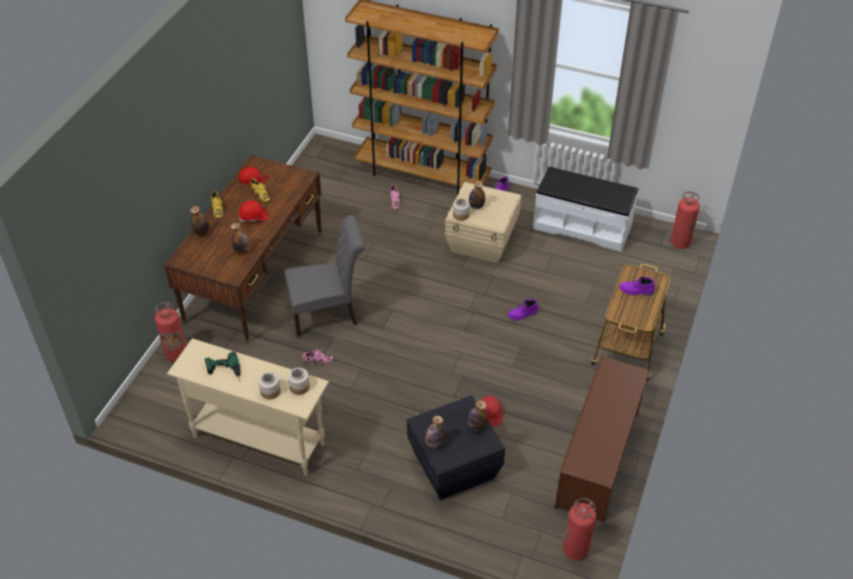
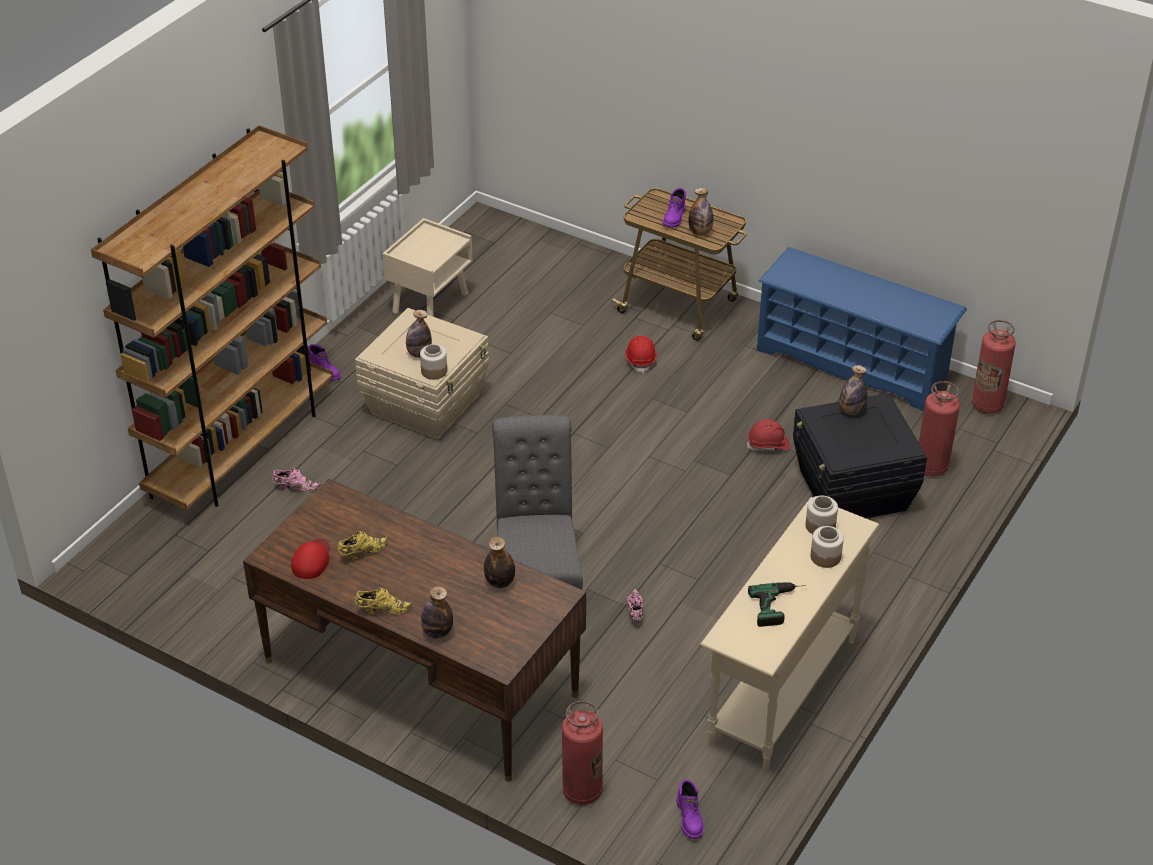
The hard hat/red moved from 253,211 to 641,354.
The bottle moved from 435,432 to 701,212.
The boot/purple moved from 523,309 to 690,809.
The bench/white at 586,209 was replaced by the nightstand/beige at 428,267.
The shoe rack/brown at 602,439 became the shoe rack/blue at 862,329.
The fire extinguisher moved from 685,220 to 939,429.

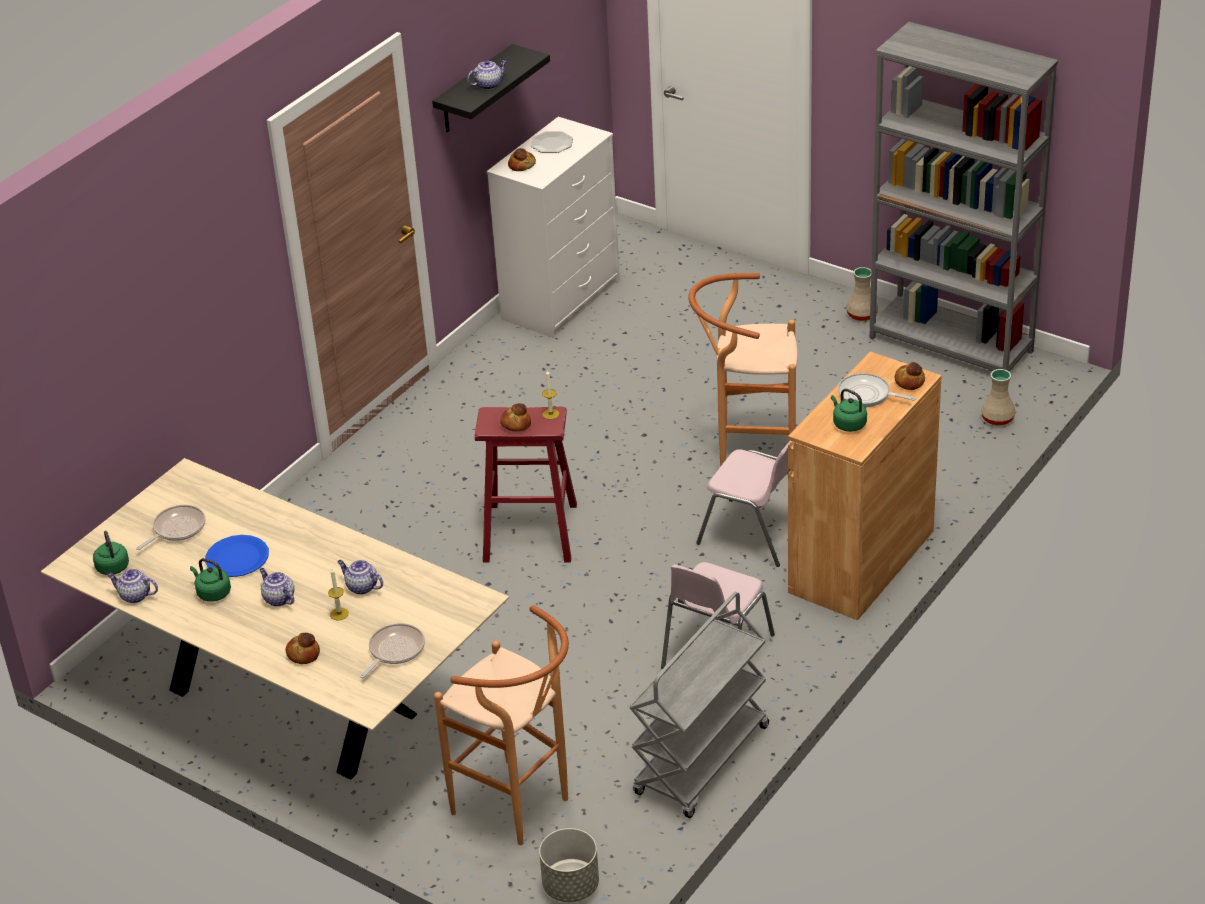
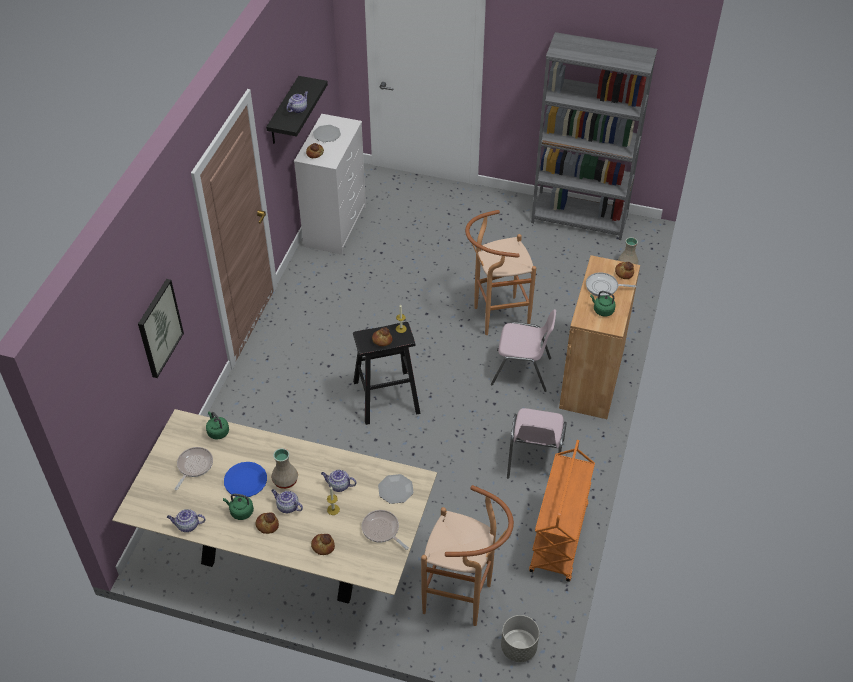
The kettle/green moved from 111,553 to 217,425.
The frying pan at 392,650 turned 60 degrees counterclockwise.
The stool/red at 526,485 became the stool/black at 386,373.
The cart/grey at 699,705 became the cart/orange at 562,511.
The vase/beige moved from 862,294 to 284,468.
The picture at 161,328 appeared.
The bread at 267,523 appeared.
The plate at 395,489 appeared.

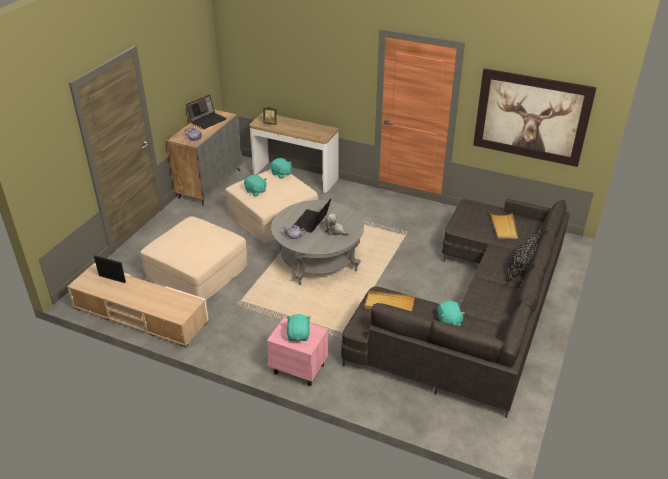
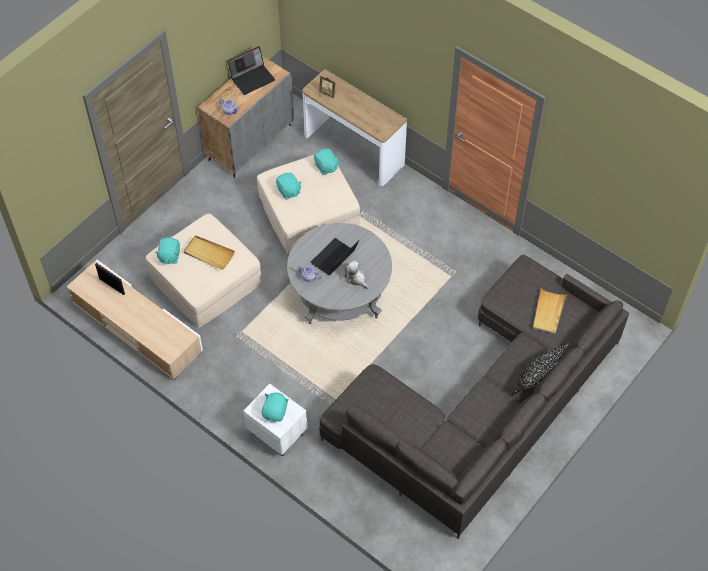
The nightstand/pink at 297,350 became the nightstand/white at 275,420.
The tray/beige moved from 390,301 to 209,252.
The plush toy/turquoise moved from 451,313 to 167,251.
The picture at 535,117 disappeared.

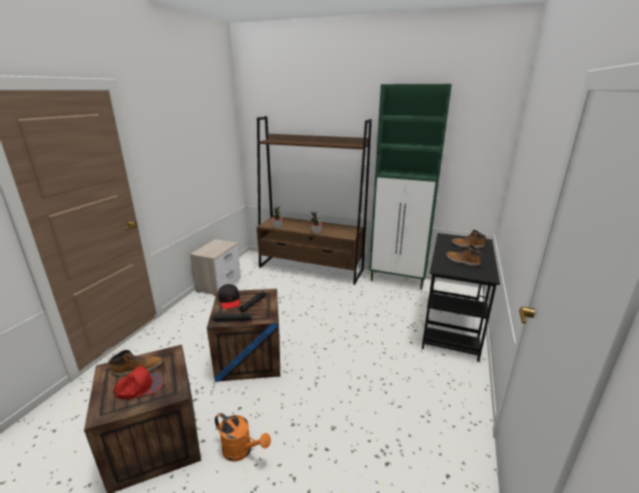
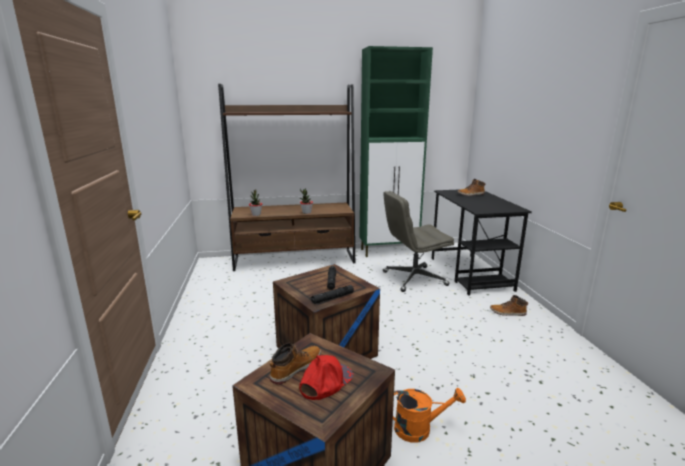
The nightstand at 215,267 disappeared.
The cap/black at 229,296 disappeared.
The boot moved from 464,256 to 509,305.
The office chair/grey at 418,241 appeared.

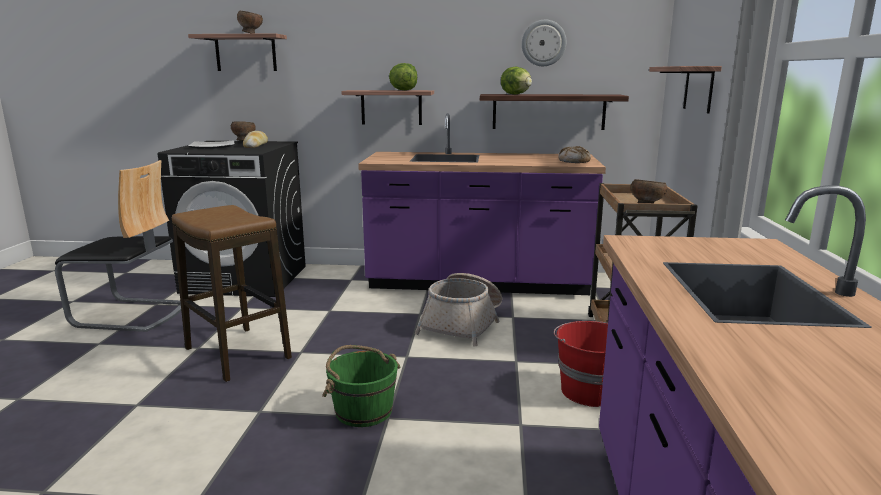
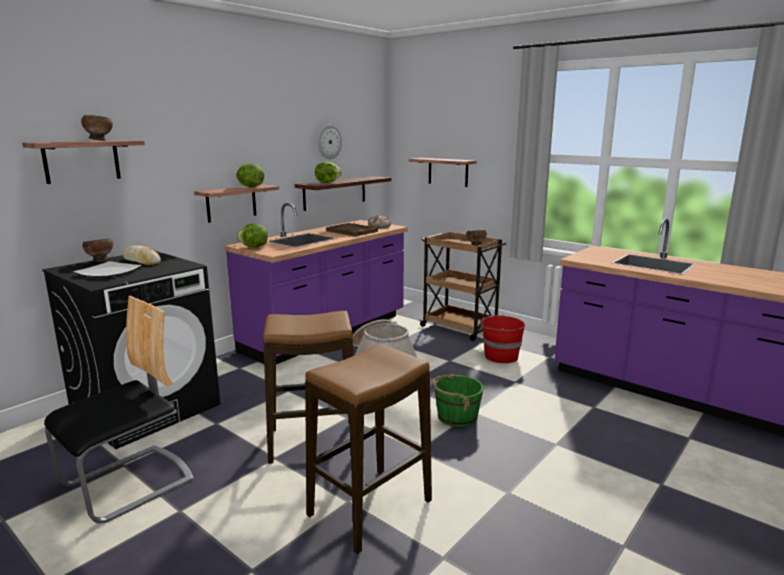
The lettuce at 252,236 appeared.
The stool at 368,449 appeared.
The tray/brown at 352,230 appeared.

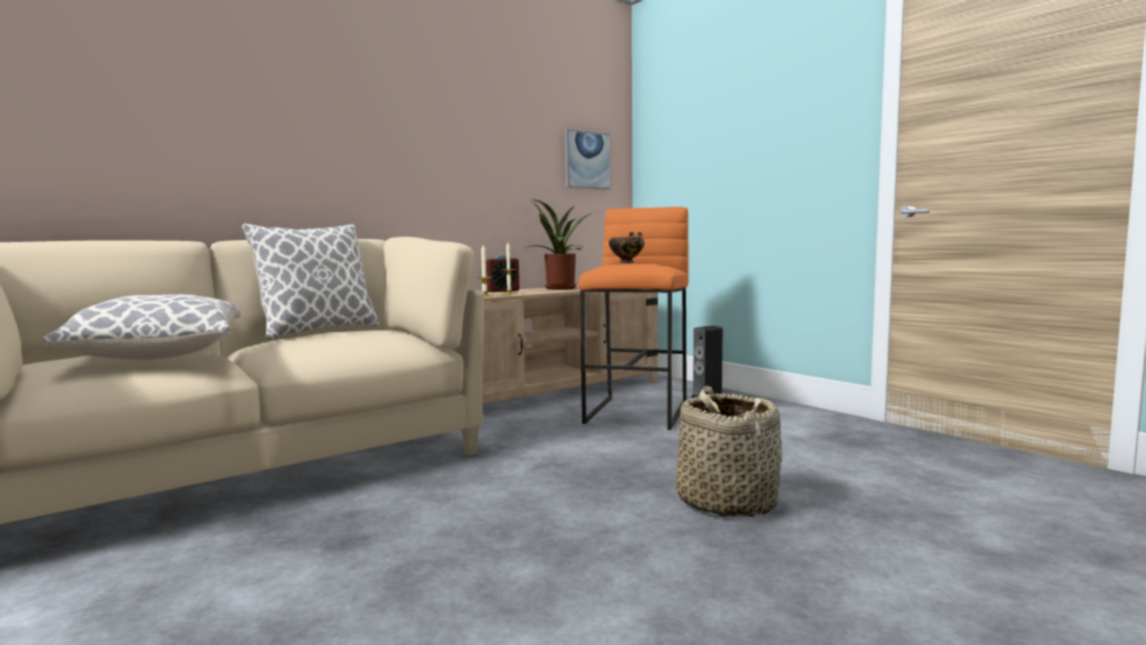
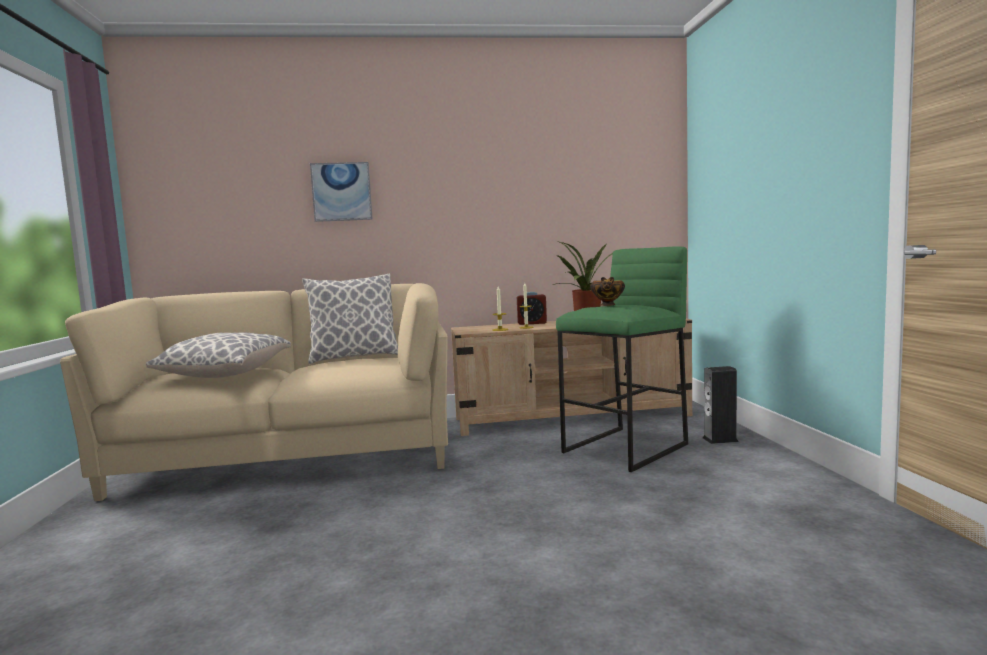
The picture moved from 588,159 to 341,192.
The stool/orange at 634,318 became the stool/green at 622,359.
The basket at 728,451 disappeared.

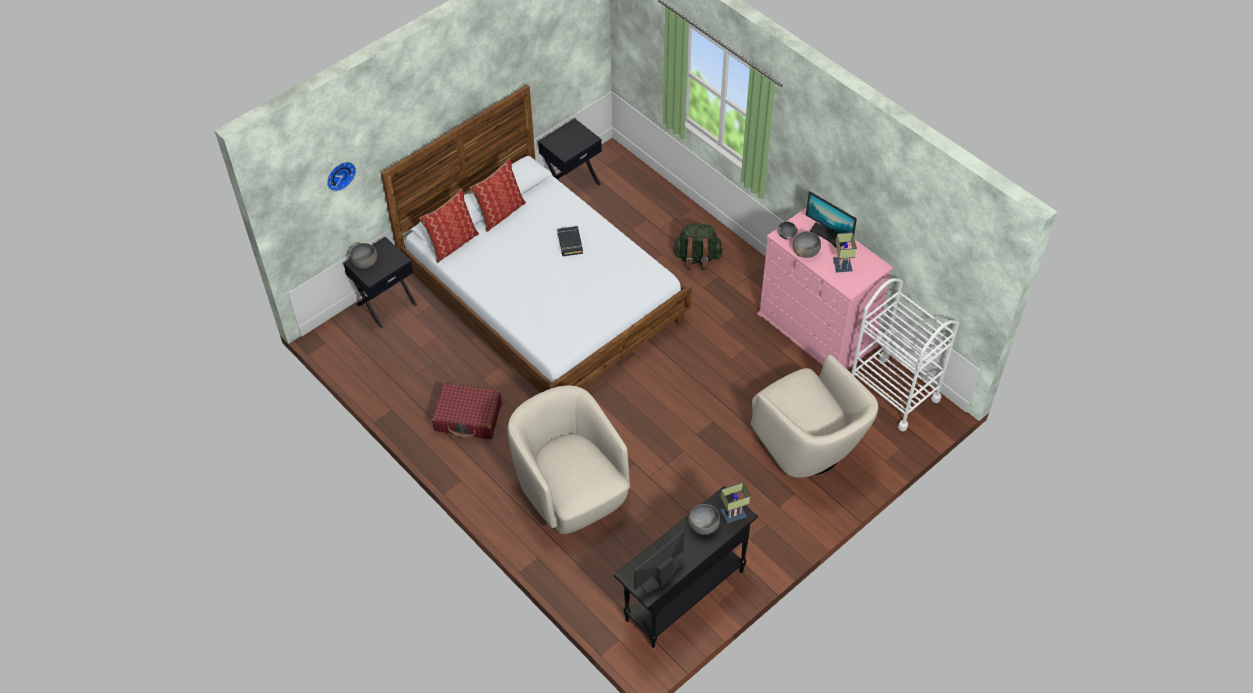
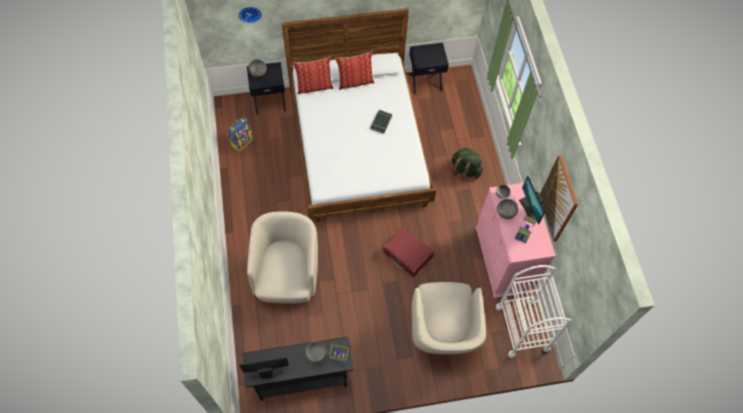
The suitcase/red moved from 467,411 to 408,251.
The backpack at 240,134 appeared.
The picture at 559,198 appeared.

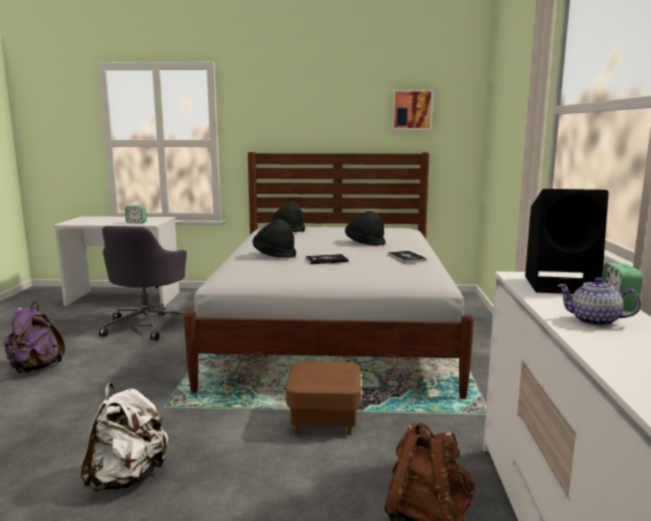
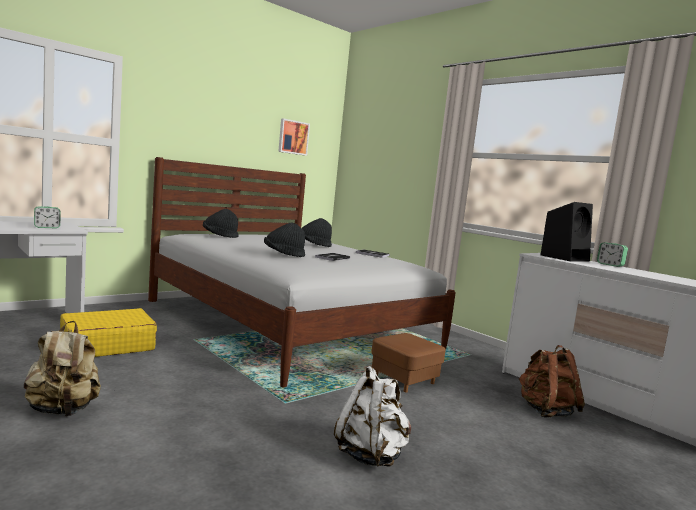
The backpack/purple at 34,337 became the backpack/beige at 62,369.
The office chair/grey at 143,283 was replaced by the suitcase/yellow at 108,332.
The teapot at 599,301 disappeared.

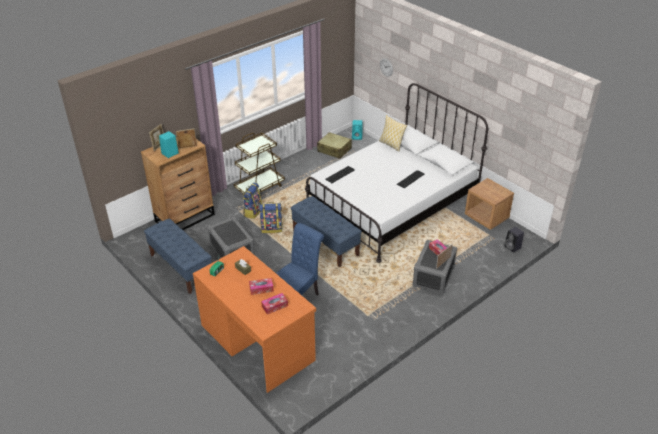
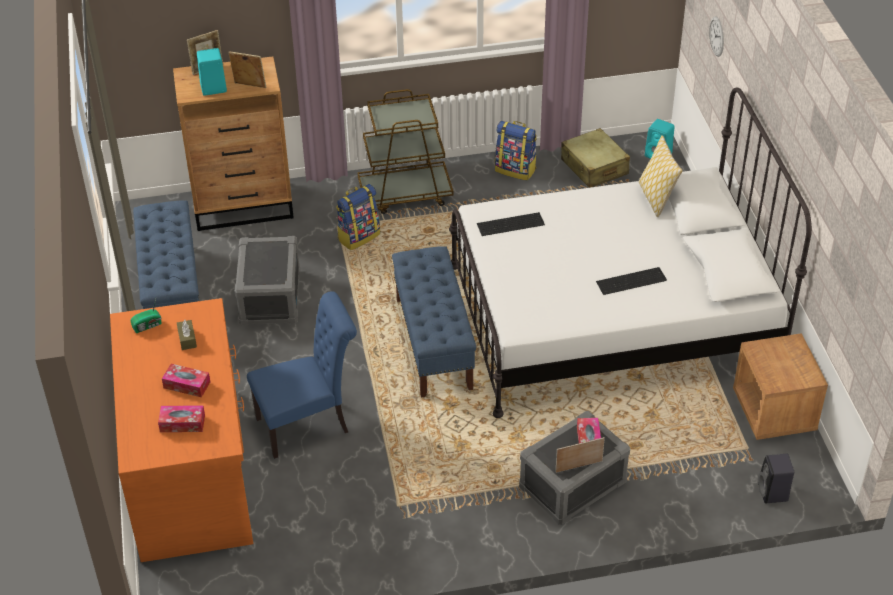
The backpack moved from 270,217 to 516,151.

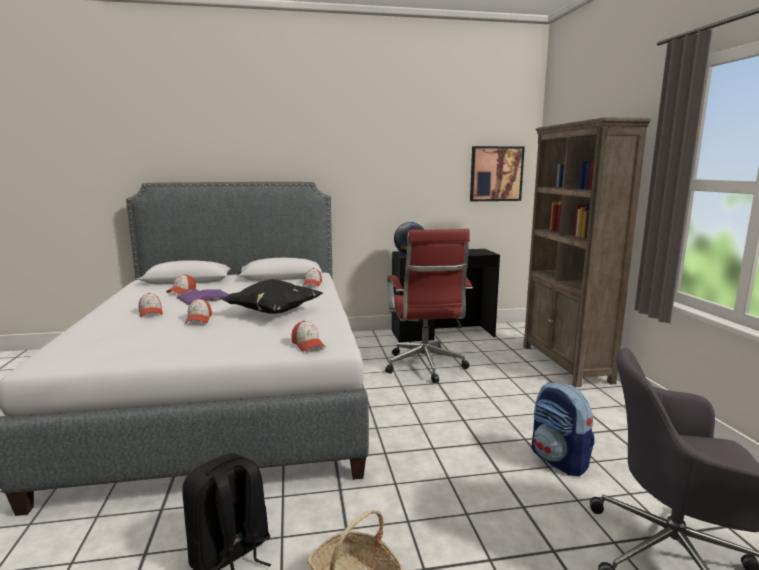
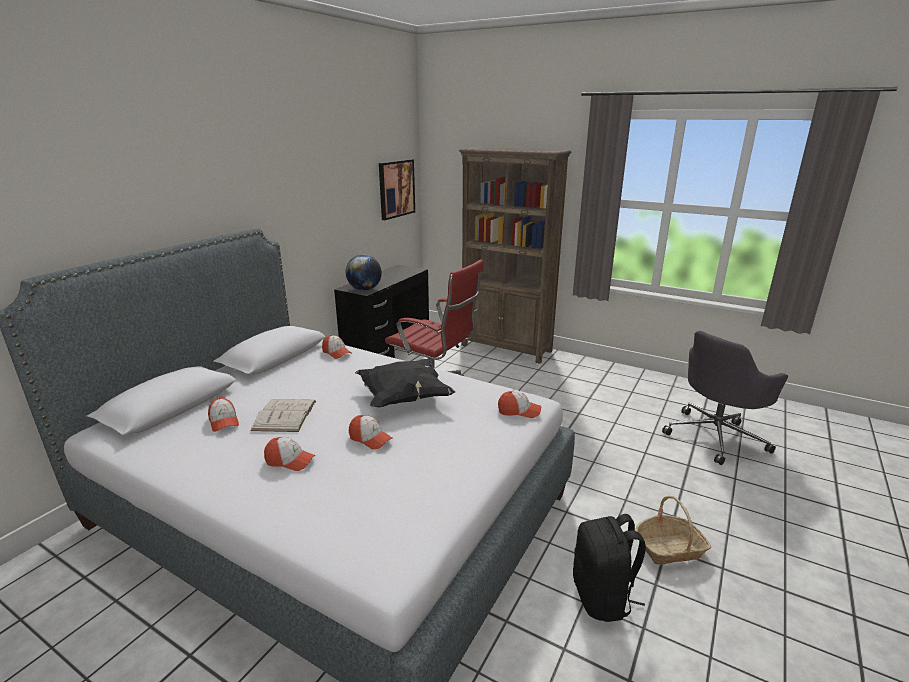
The book/purple at 202,297 became the book/white at 283,415.
The backpack at 562,429 disappeared.

